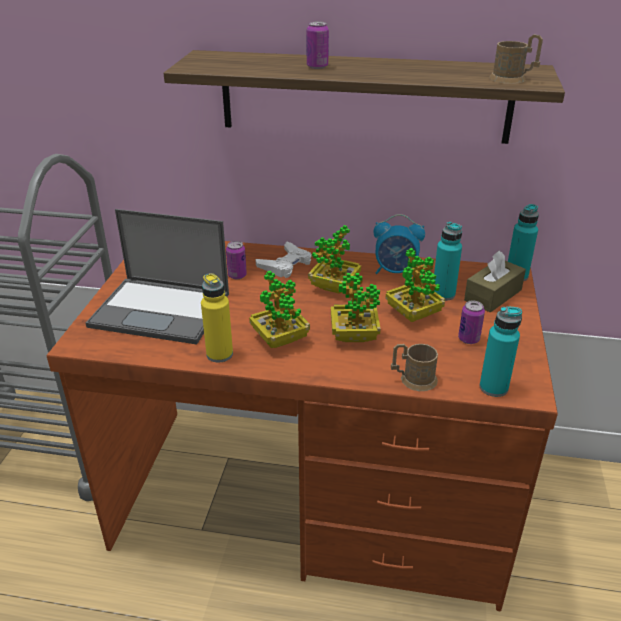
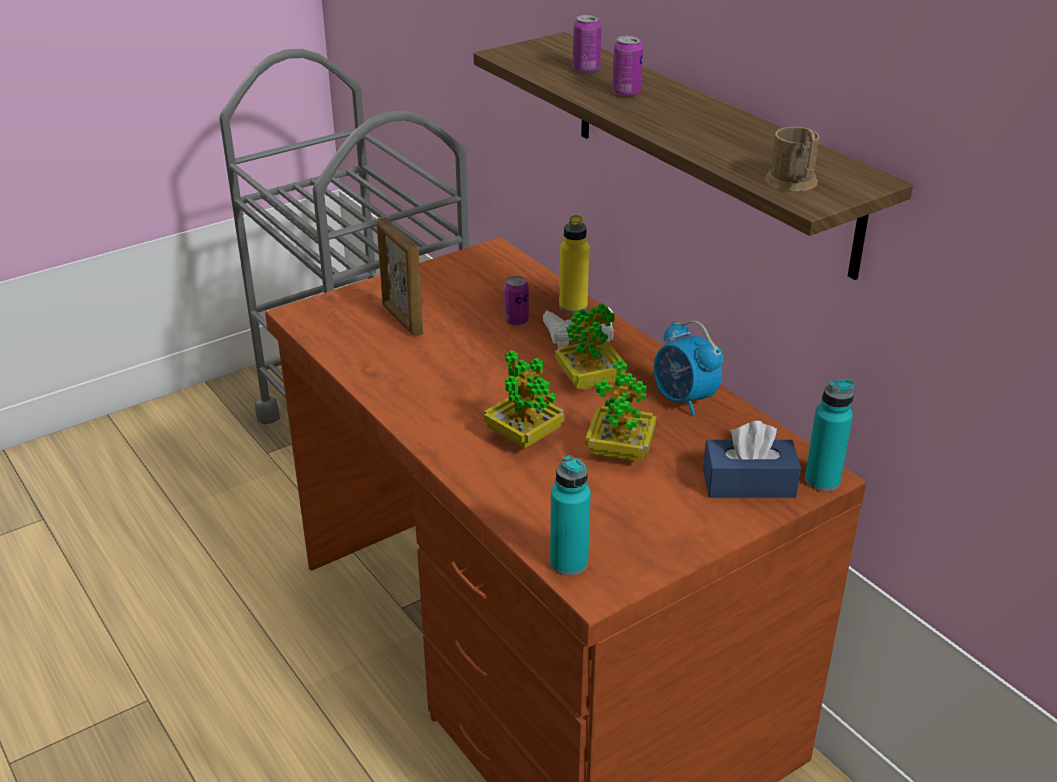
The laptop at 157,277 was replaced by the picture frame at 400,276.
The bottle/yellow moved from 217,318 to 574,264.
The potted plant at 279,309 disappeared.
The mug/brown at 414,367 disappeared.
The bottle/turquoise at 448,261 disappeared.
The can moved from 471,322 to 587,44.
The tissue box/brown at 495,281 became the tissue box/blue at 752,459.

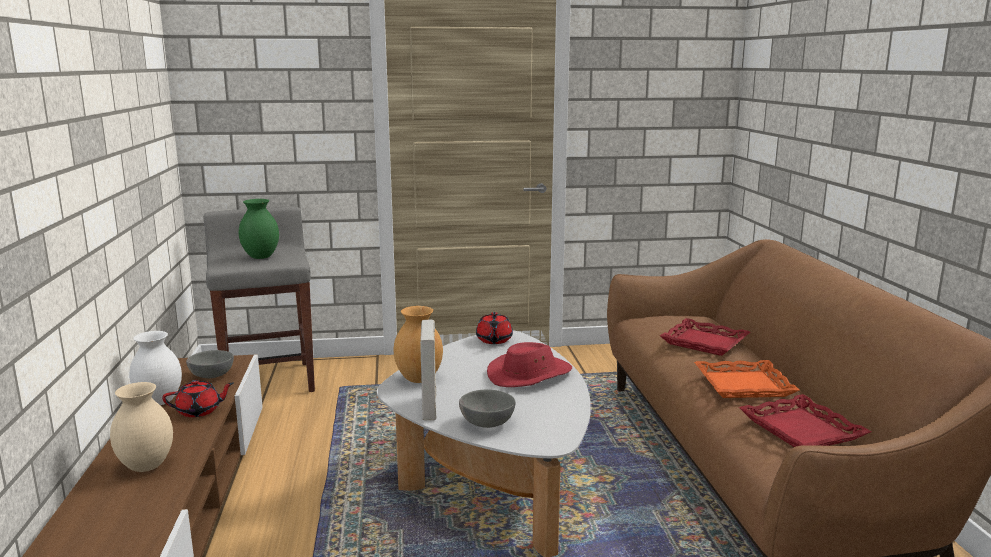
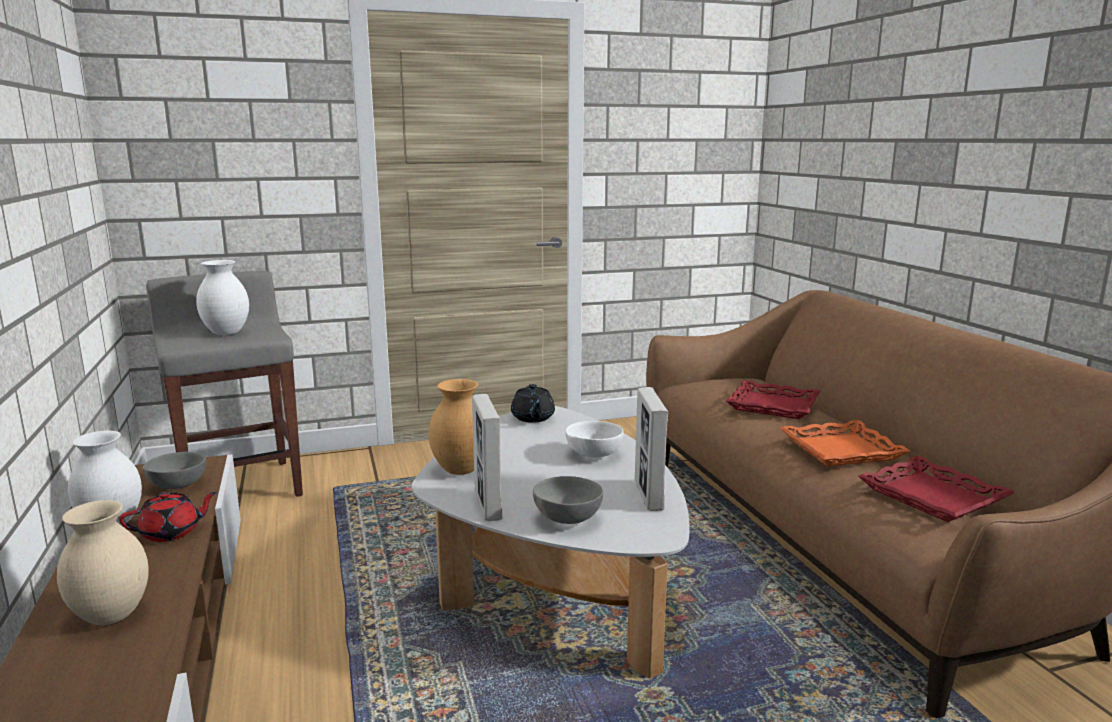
The vase/green at 259,229 became the vase/white at 222,297.
The teapot/red at 494,328 became the teapot/black at 533,403.
The hat/red at 529,364 was replaced by the bowl/white at 594,439.
The picture frame at 651,449 appeared.

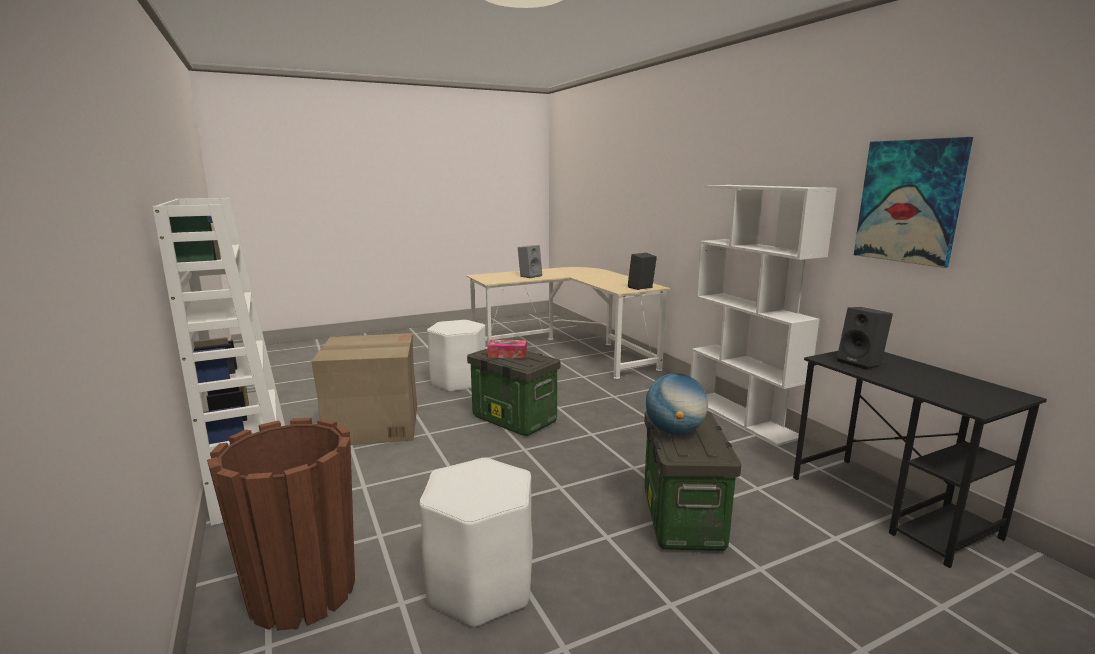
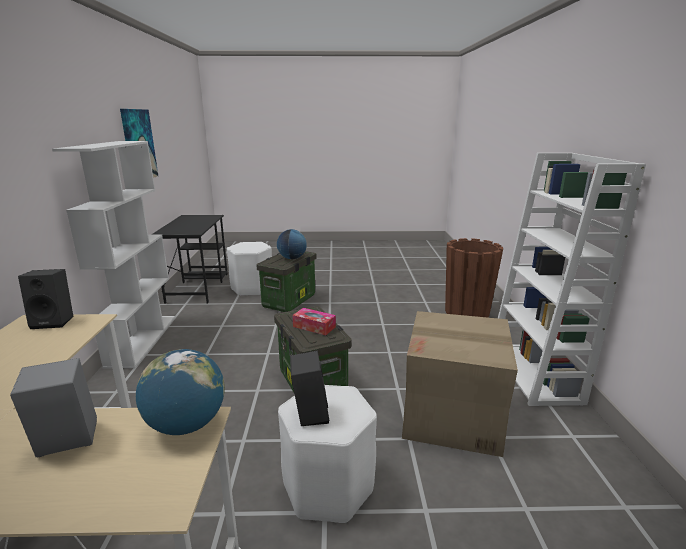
The stool/white moved from 476,543 to 249,269.
The speaker/black moved from 865,338 to 309,388.
The globe at 180,392 appeared.

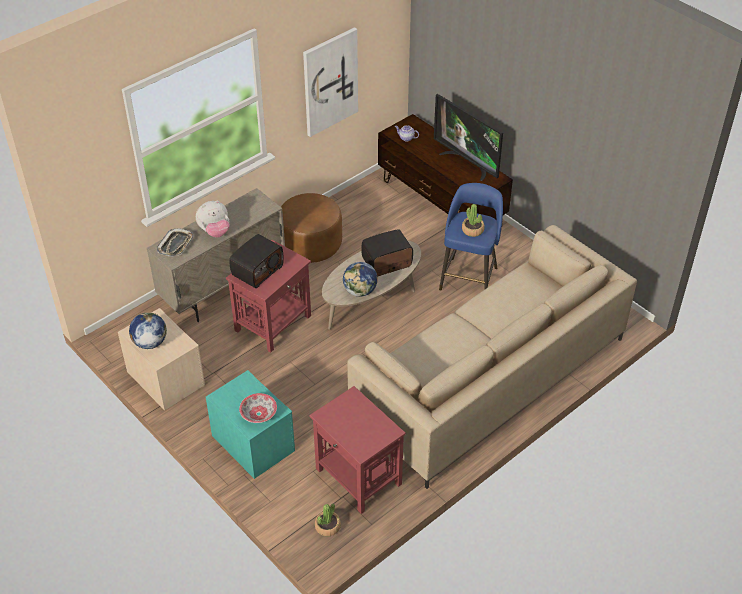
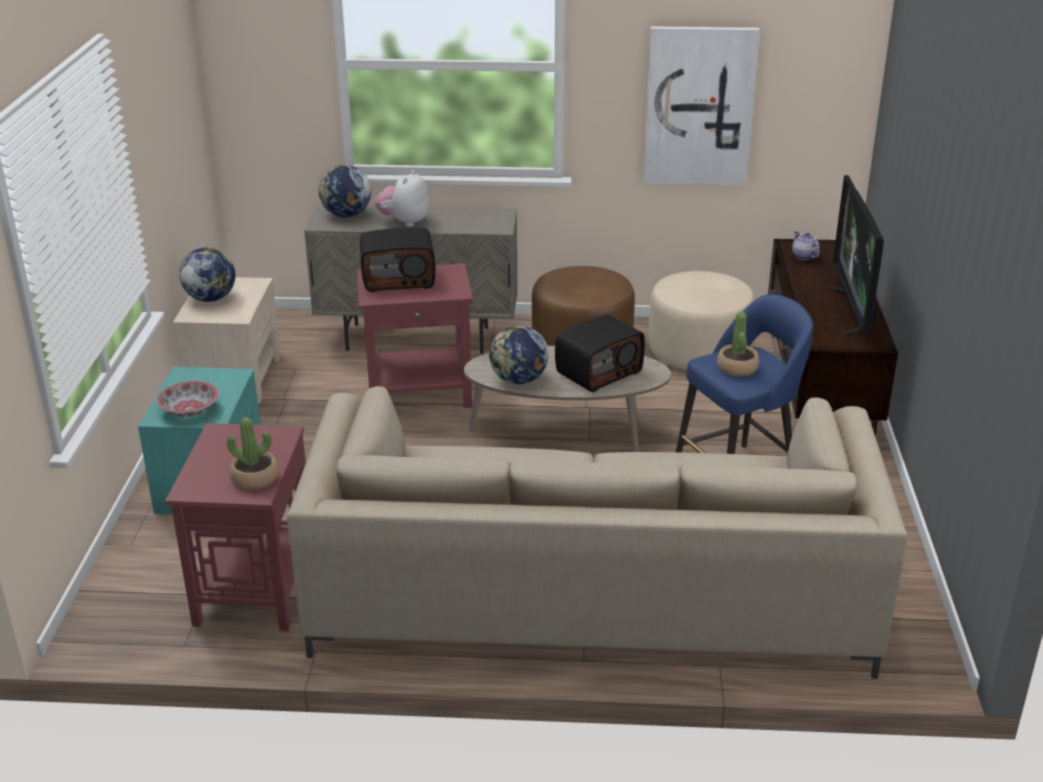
The tray at 175,242 was replaced by the globe at 345,191.
The plush toy at 212,218 turned 90 degrees clockwise.
The potted plant moved from 328,519 to 253,453.
The radio at 387,253 turned 120 degrees clockwise.
The ottoman/beige at 701,320 appeared.

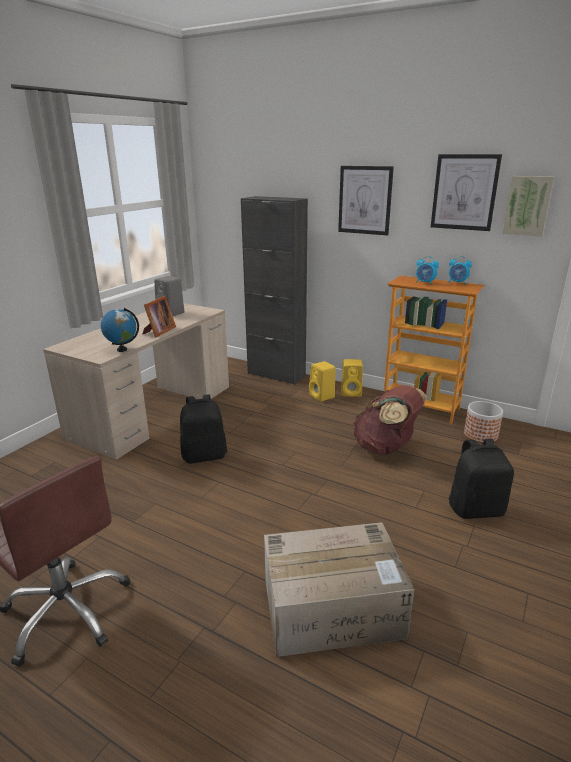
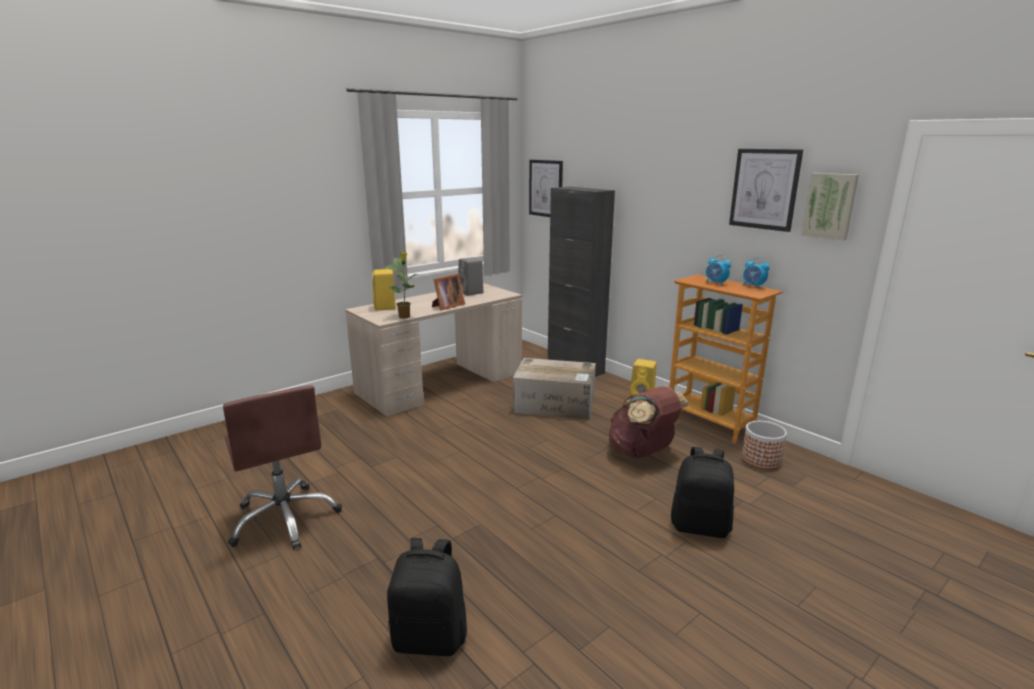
The globe at 120,330 was replaced by the potted plant at 401,285.
The backpack/black moved from 203,429 to 427,597.
The cardboard box moved from 339,589 to 554,389.
The speaker/yellow moved from 322,381 to 384,289.
The picture moved from 366,200 to 546,188.

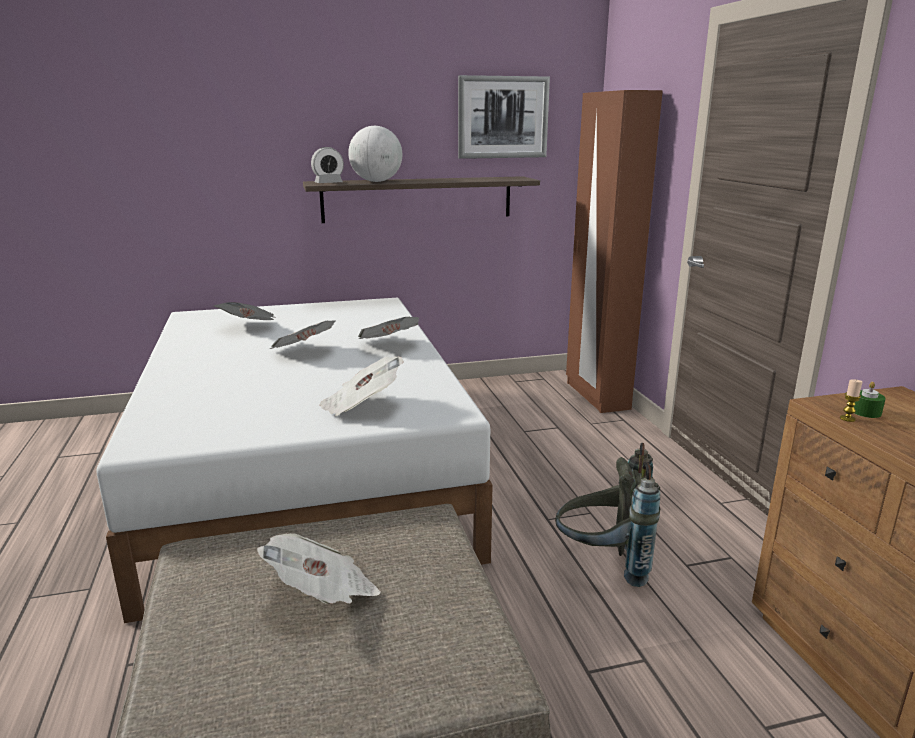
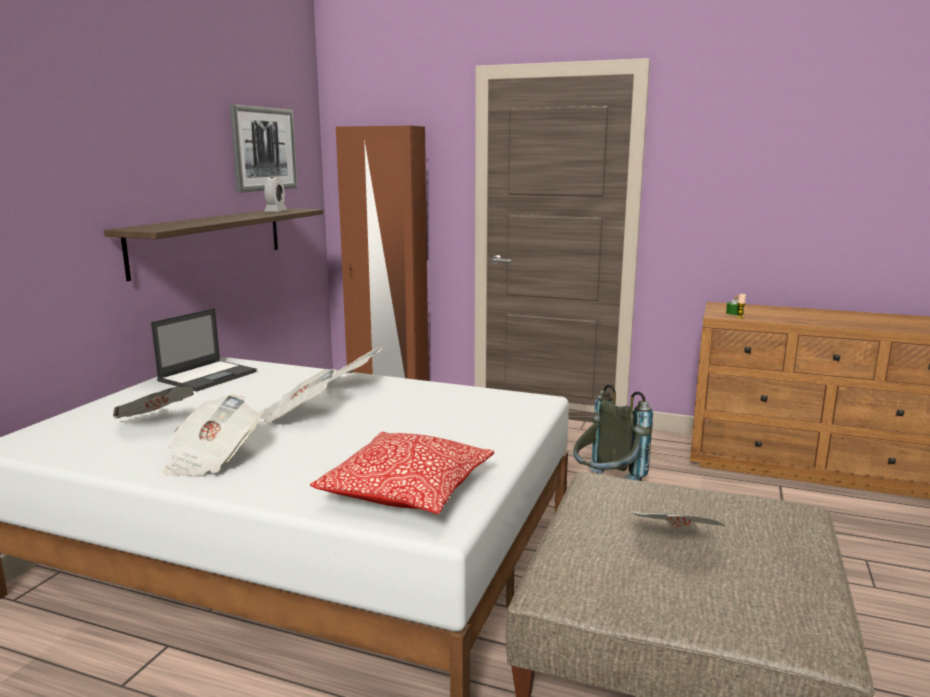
The alarm clock moved from 327,165 to 275,194.
The newspaper moved from 362,386 to 210,436.
The globe at 375,154 disappeared.
The laptop at 204,350 appeared.
The pillow at 402,473 appeared.

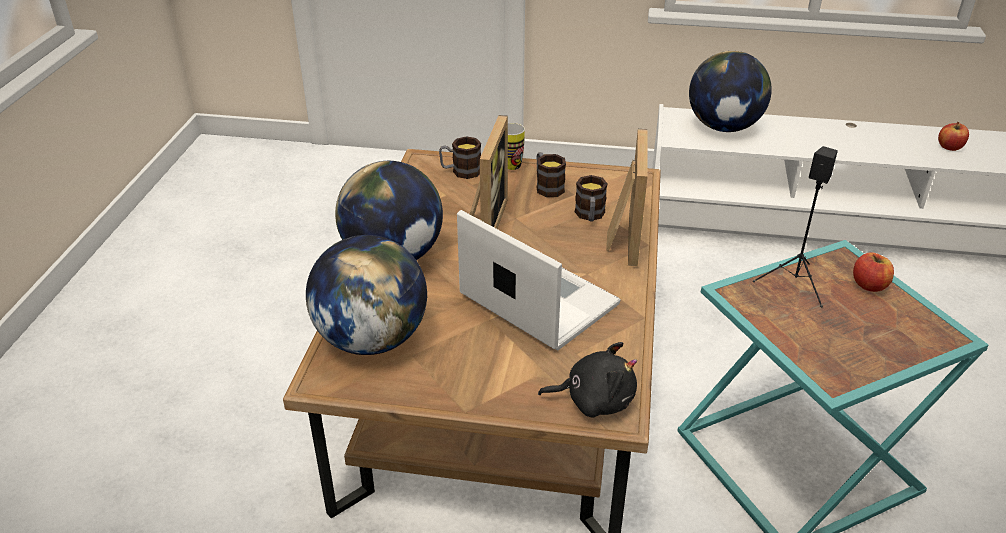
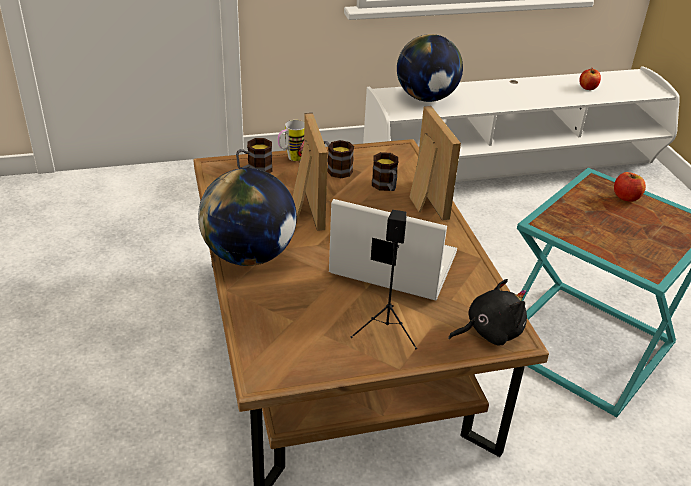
The globe at 366,295 disappeared.
The speaker/black moved from 795,226 to 384,279.

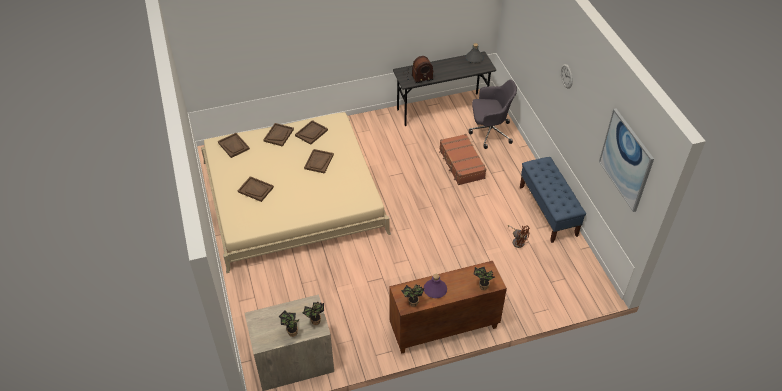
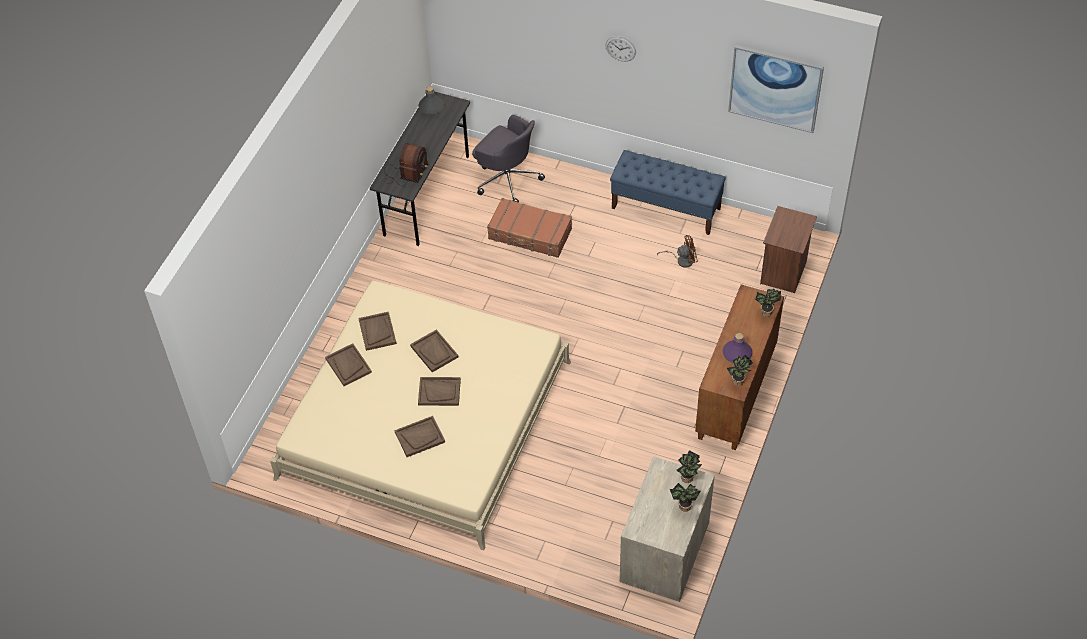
The tray/brown moved from 234,145 to 439,391.
The office chair/grey at 493,114 turned 90 degrees clockwise.
The nightstand/brown at 788,249 appeared.

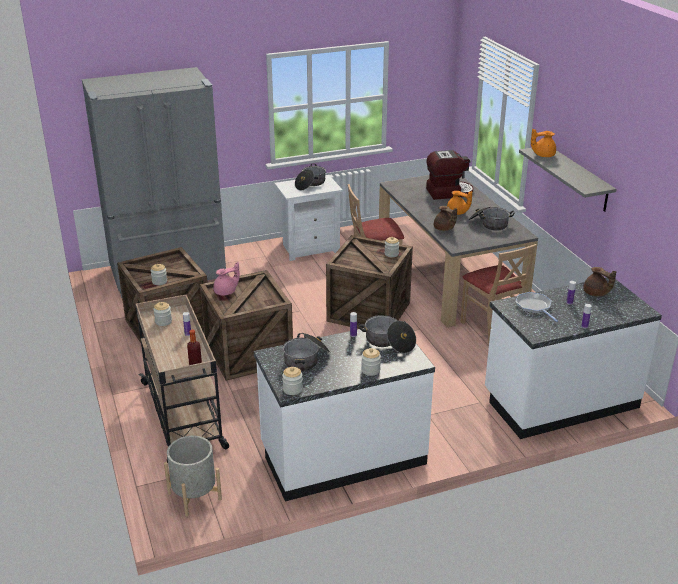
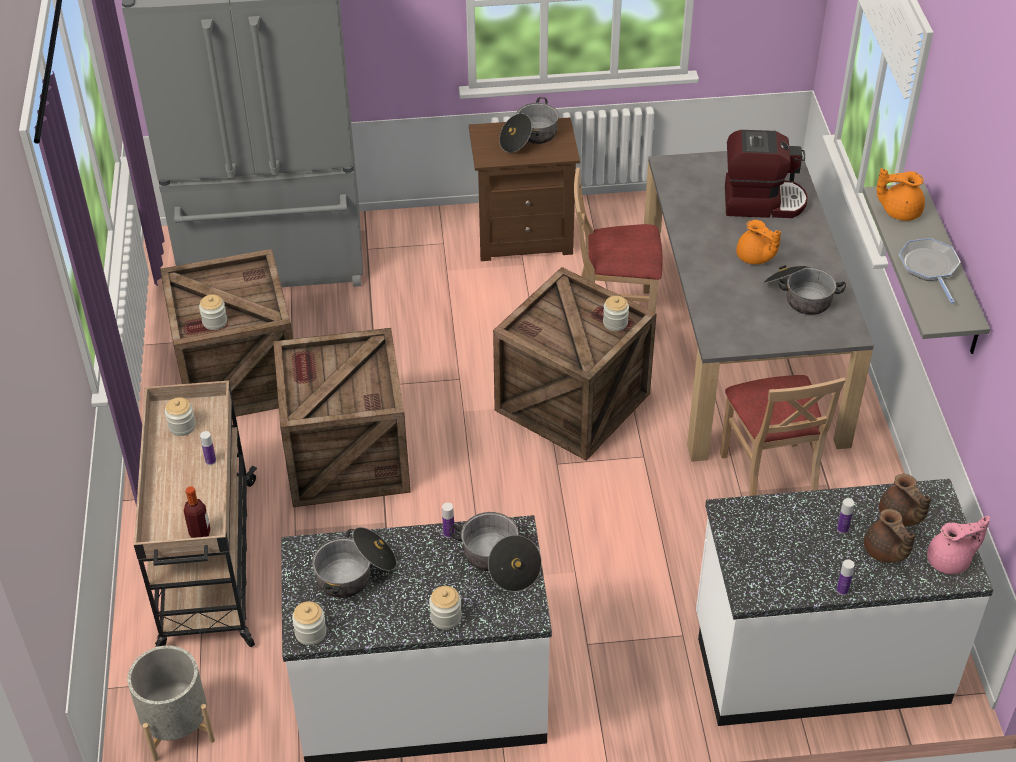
The teapot/pink moved from 226,278 to 958,545.
The nightstand/white at 308,218 became the nightstand/brown at 524,189.
The teapot/brown moved from 445,218 to 889,536.
The frying pan moved from 537,307 to 929,271.

